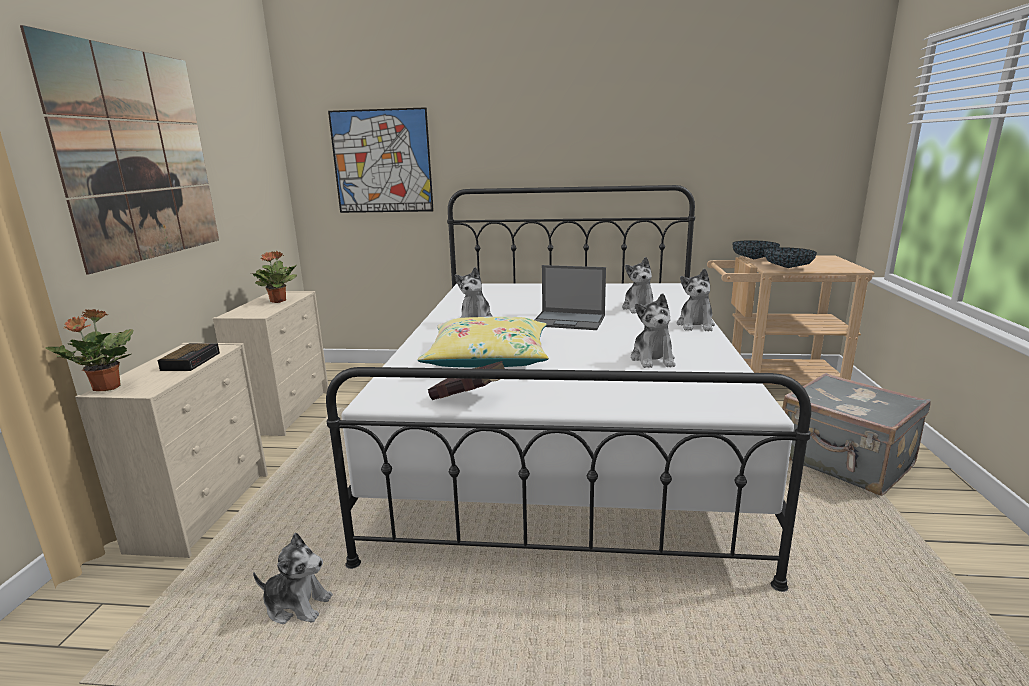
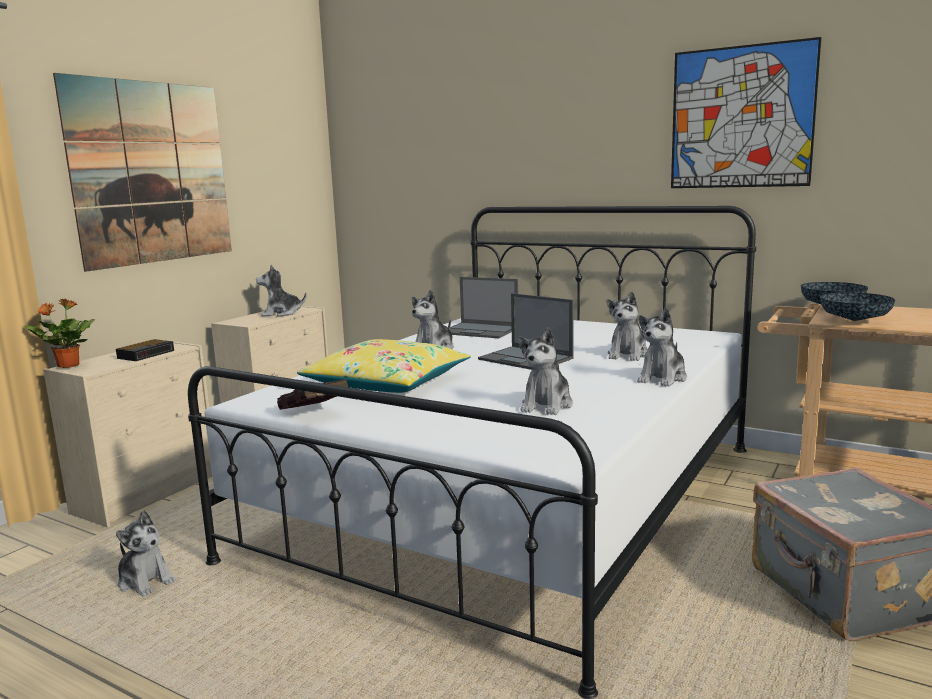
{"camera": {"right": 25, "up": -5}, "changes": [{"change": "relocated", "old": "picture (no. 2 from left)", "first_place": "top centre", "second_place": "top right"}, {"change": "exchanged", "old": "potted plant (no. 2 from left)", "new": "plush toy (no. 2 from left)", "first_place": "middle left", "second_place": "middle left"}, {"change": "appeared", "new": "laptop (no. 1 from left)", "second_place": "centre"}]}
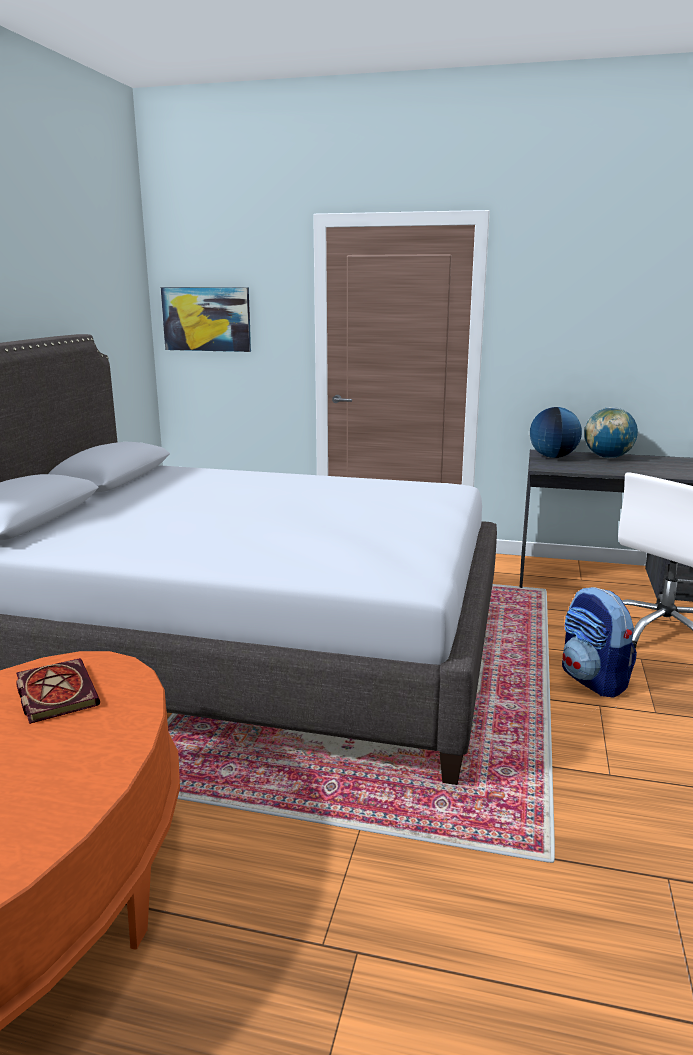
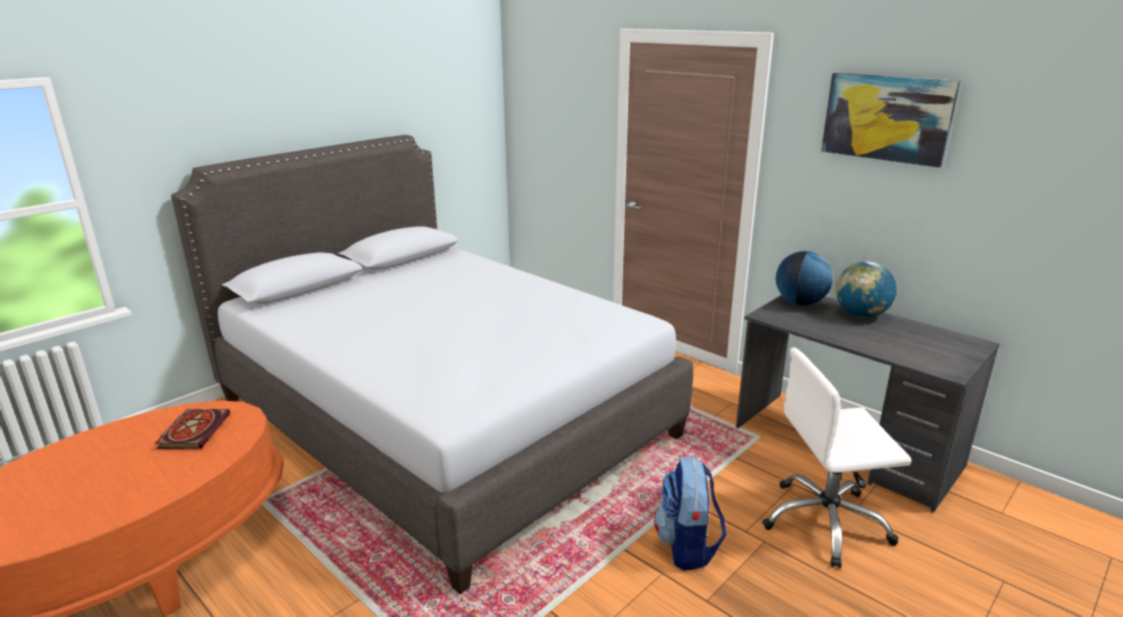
{"camera": {"right": 30, "up": 5}, "changes": [{"change": "relocated", "old": "picture", "first_place": "top left", "second_place": "top right"}]}
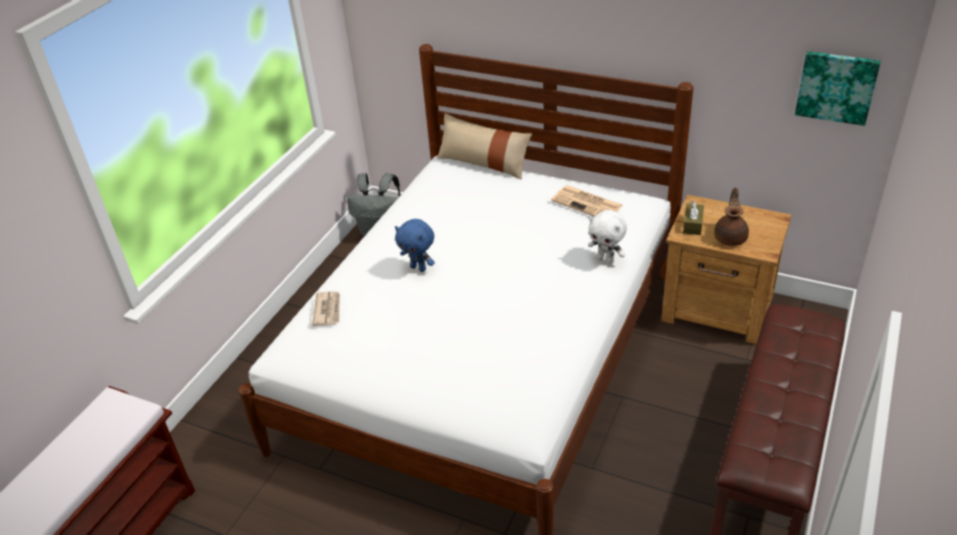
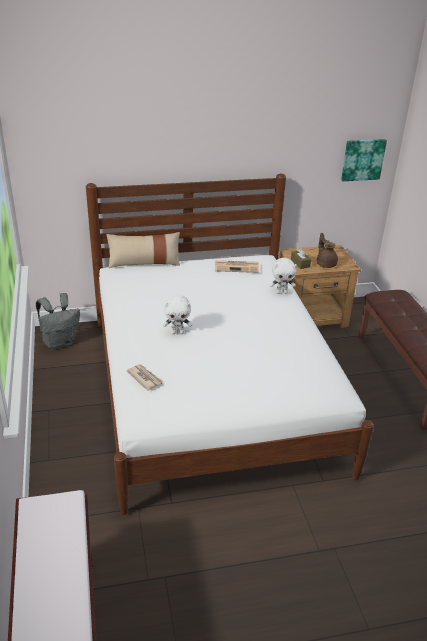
{"camera": {"right": -40, "up": -5}, "changes": [{"change": "colour", "old": "plush toy (blue)", "new": "plush toy (white) (no. 1 from left)", "first_place": "centre", "second_place": "centre"}]}
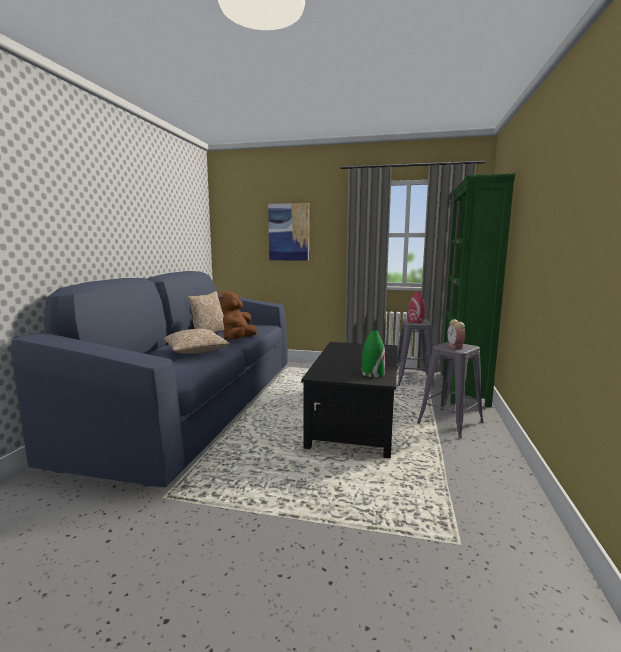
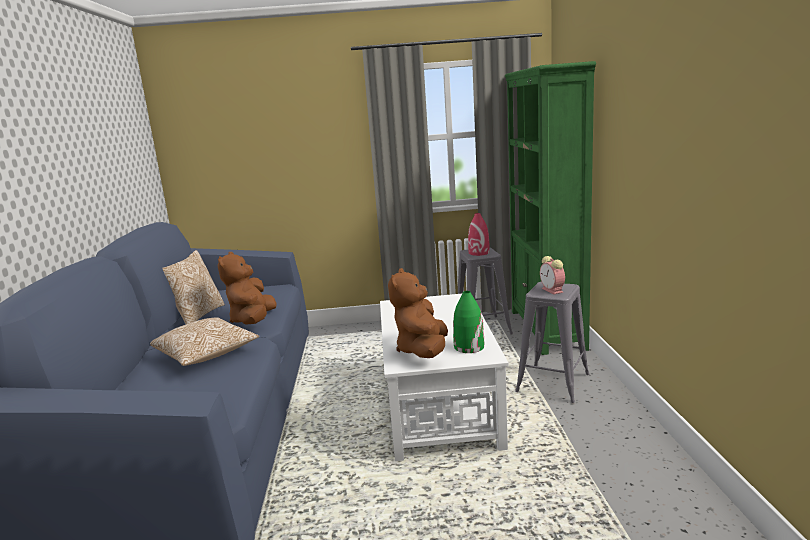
{"camera": {"right": -15, "up": 5}, "changes": [{"change": "missing", "old": "picture", "first_place": "centre"}, {"change": "colour", "old": "coffee table (black)", "new": "coffee table (white)", "first_place": "centre", "second_place": "bottom centre"}, {"change": "appeared", "new": "plush toy (brown) (no. 2 from left)", "second_place": "centre"}]}
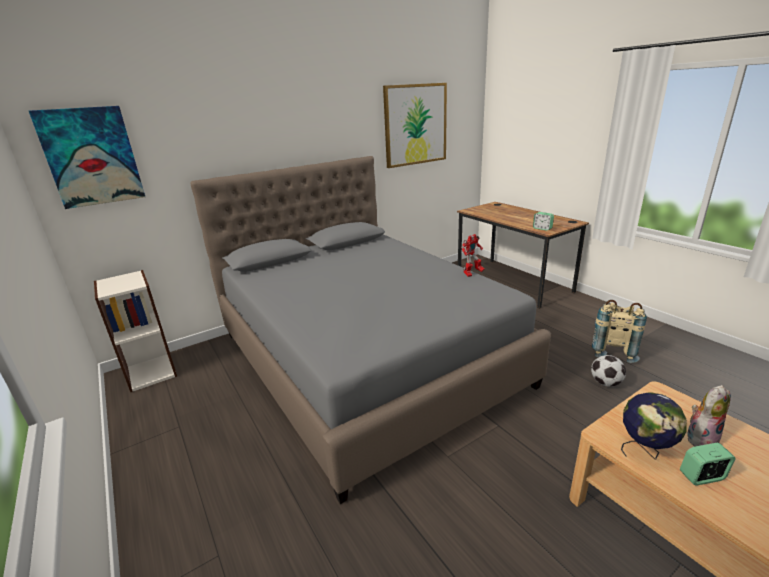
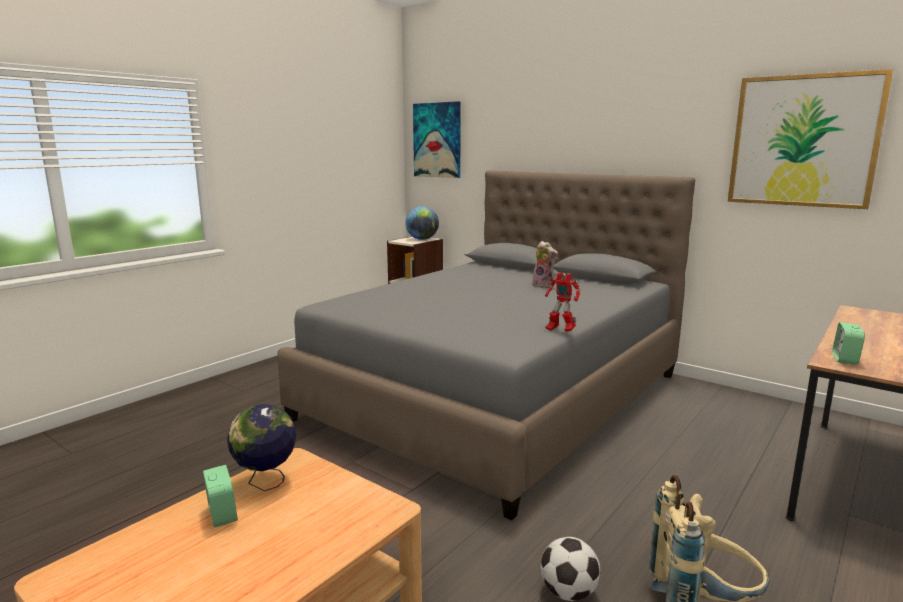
{"camera": {"right": 70, "up": -10}, "changes": [{"change": "relocated", "old": "plush toy", "first_place": "bottom right", "second_place": "centre"}, {"change": "appeared", "new": "globe (no. 2 from left)", "second_place": "centre"}]}
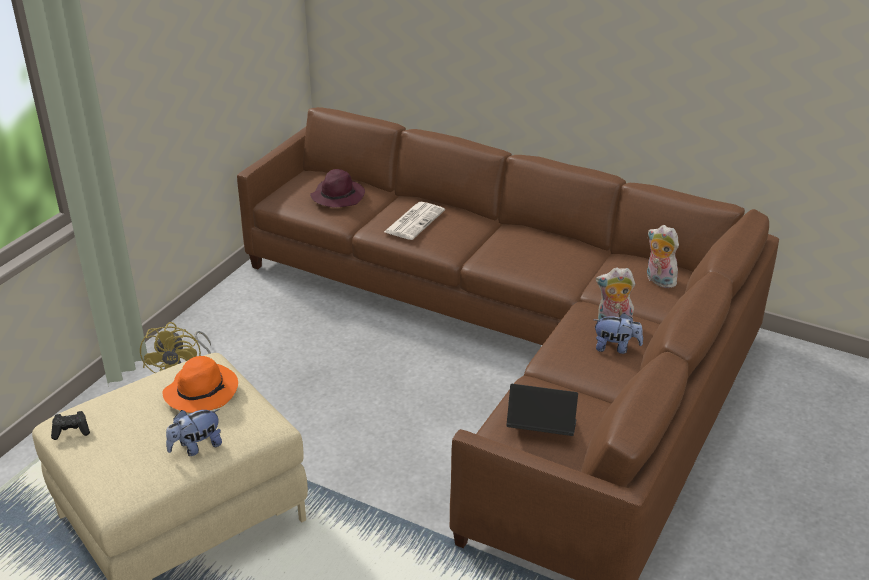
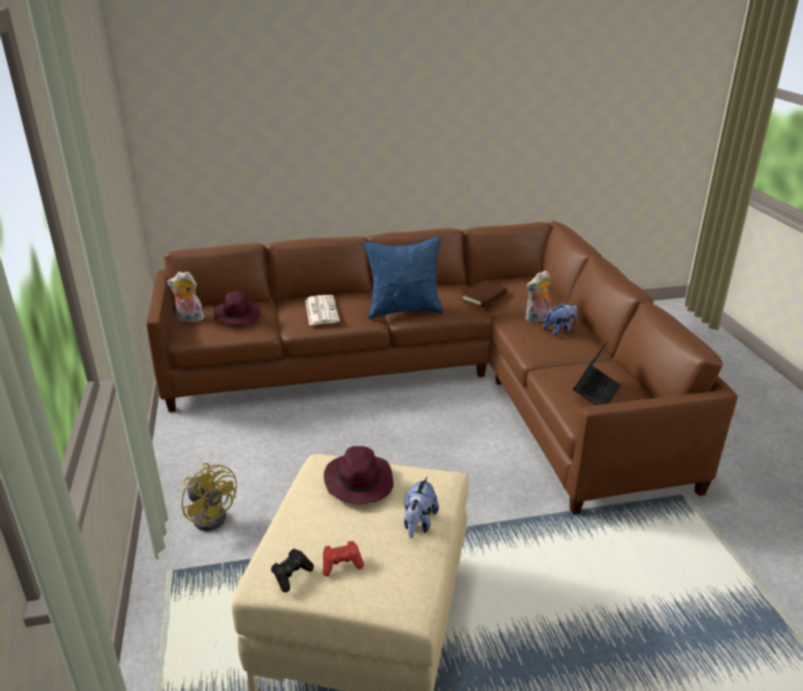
{"camera": {"right": -40, "up": -5}, "changes": [{"change": "relocated", "old": "plush toy (no. 4 from left in the first image)", "new": "plush toy (no. 1 from left)", "first_place": "middle right", "second_place": "middle left"}, {"change": "colour", "old": "hat (orange)", "new": "hat (purple) (no. 2 from left)", "first_place": "middle left", "second_place": "bottom centre"}, {"change": "spun", "old": "laptop", "first_place": "bottom centre", "second_place": "middle right", "degrees": 150}, {"change": "appeared", "new": "pillow (blue)", "second_place": "centre"}, {"change": "appeared", "new": "book (brown)", "second_place": "centre"}, {"change": "appeared", "new": "game controller (red)", "second_place": "bottom centre"}]}
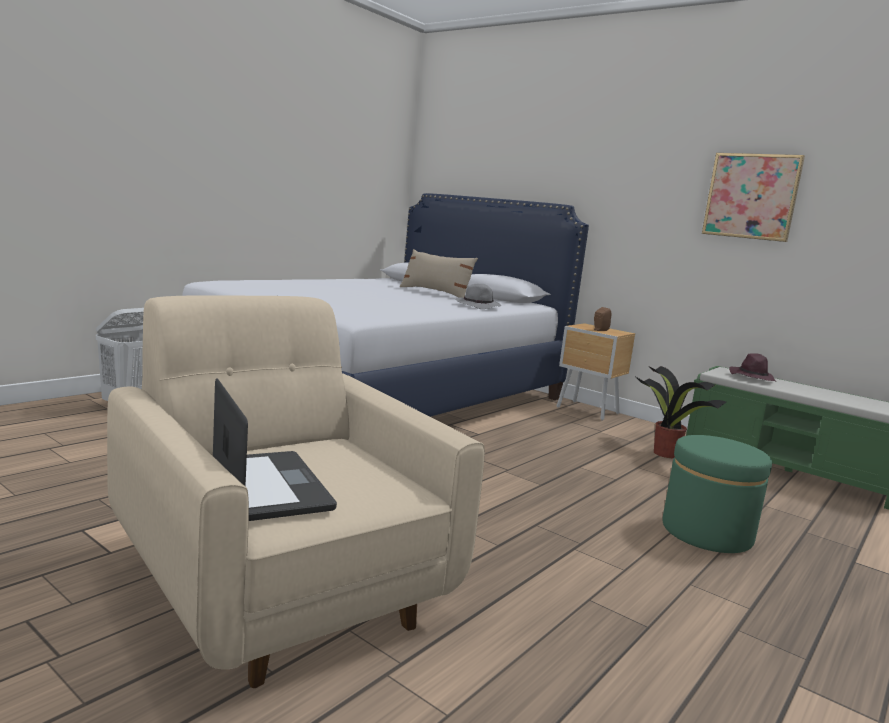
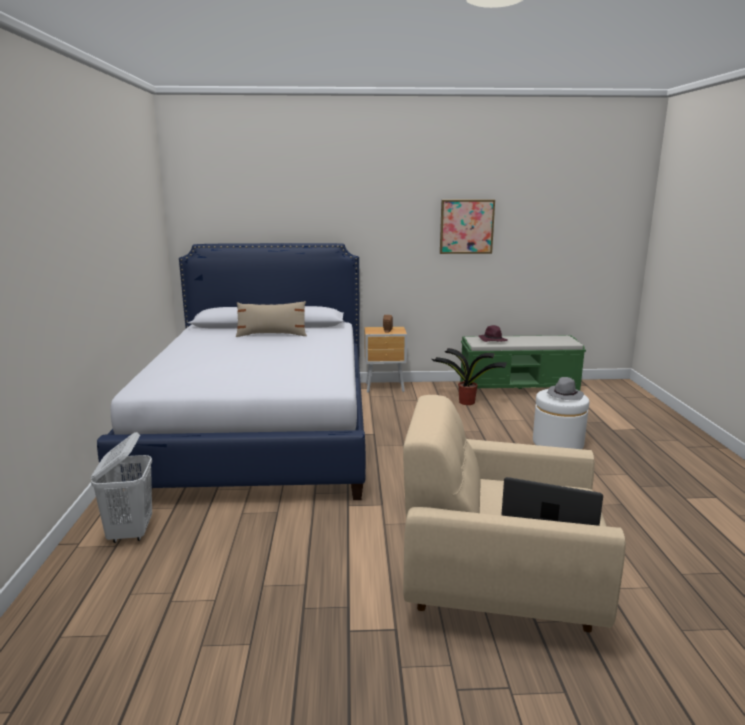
{"camera": {"right": -40, "up": 5}, "changes": [{"change": "relocated", "old": "hat (grey)", "first_place": "centre", "second_place": "middle right"}, {"change": "colour", "old": "ottoman (green)", "new": "ottoman (white)", "first_place": "bottom right", "second_place": "middle right"}]}
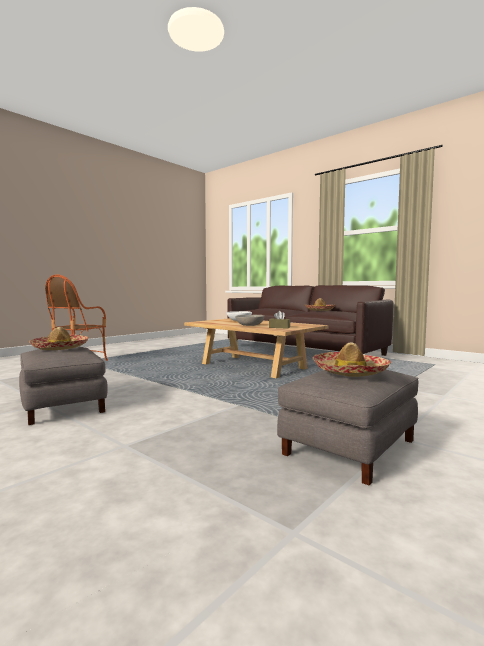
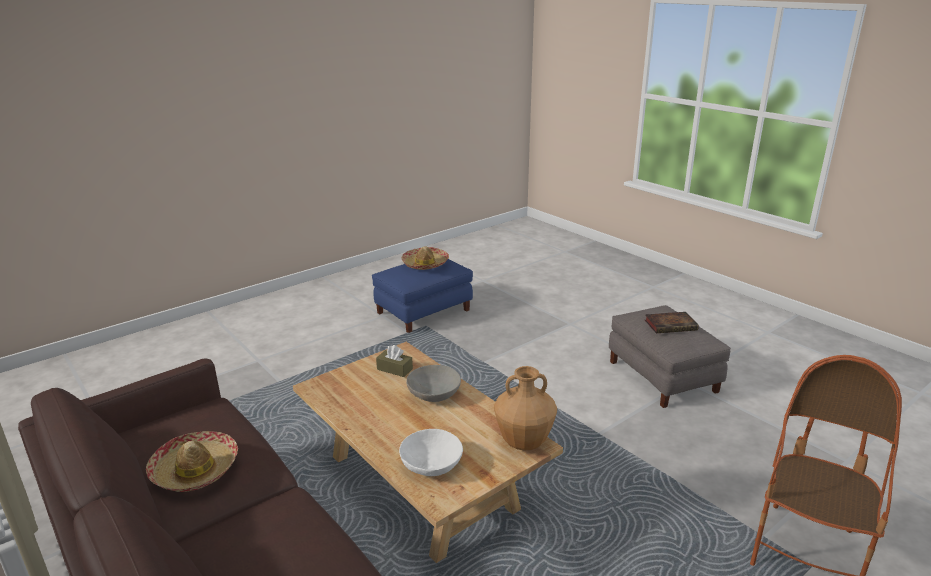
{"camera": {"right": -170, "up": 20}, "changes": [{"change": "exchanged", "old": "hat (no. 1 from left)", "new": "book", "first_place": "middle left", "second_place": "middle right"}, {"change": "colour", "old": "ottoman (grey) (no. 2 from left)", "new": "ottoman (blue)", "first_place": "middle right", "second_place": "centre"}, {"change": "appeared", "new": "vase (brown)", "second_place": "bottom centre"}]}
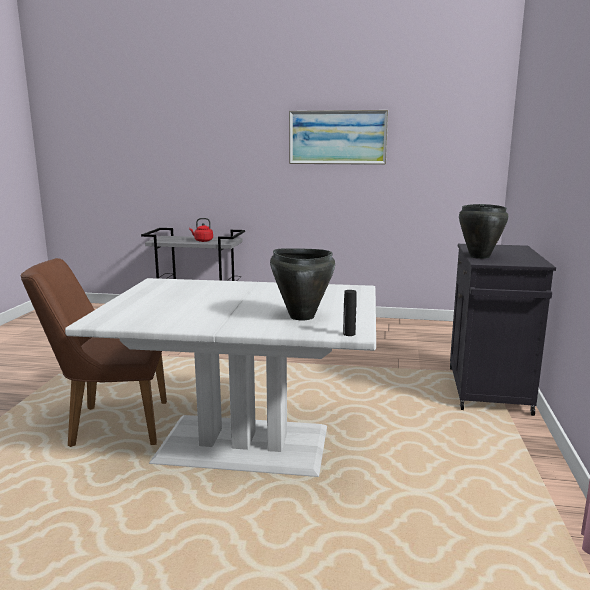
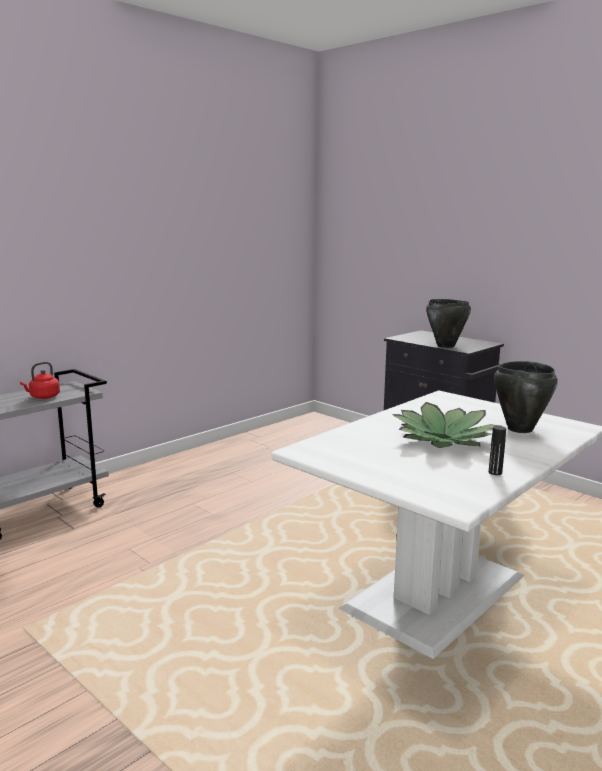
{"camera": {"right": -55, "up": 0}, "changes": [{"change": "missing", "old": "picture", "first_place": "top centre"}, {"change": "missing", "old": "chair (brown)", "first_place": "middle left"}, {"change": "relocated", "old": "bottle (black)", "first_place": "centre", "second_place": "middle right"}, {"change": "appeared", "new": "potted plant", "second_place": "middle right"}]}
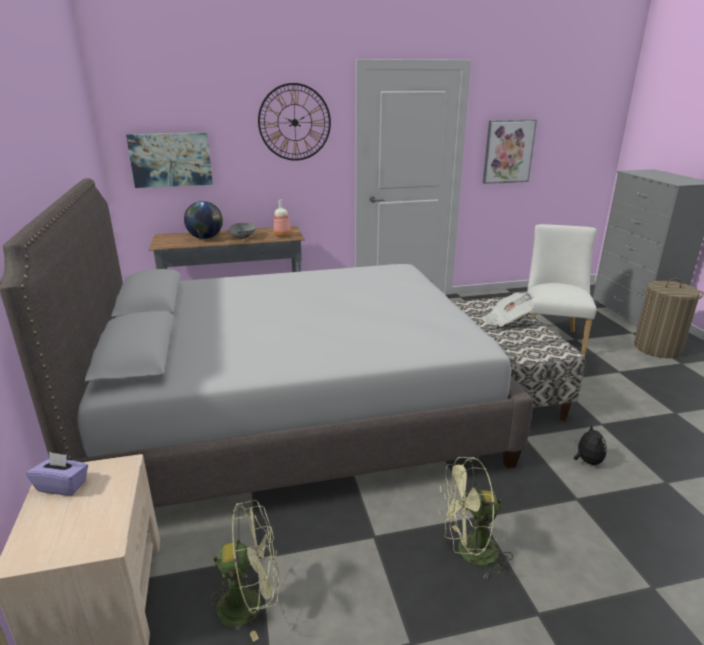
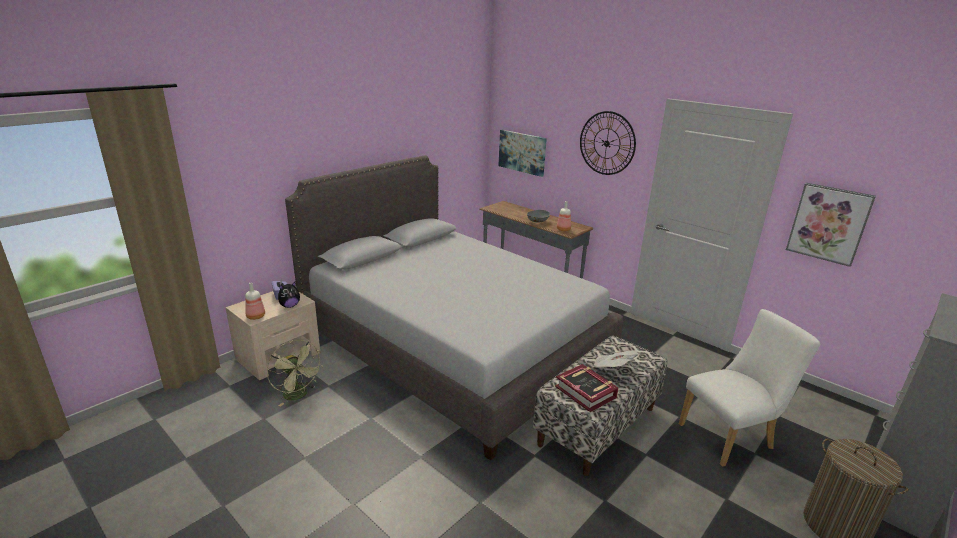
{"camera": {"right": 55, "up": 0}, "changes": [{"change": "missing", "old": "globe", "first_place": "middle left"}, {"change": "relocated", "old": "plush toy", "first_place": "bottom right", "second_place": "middle left"}, {"change": "missing", "old": "fan (green) (no. 2 from left)", "first_place": "bottom right"}, {"change": "appeared", "new": "bottle (no. 1 from left)", "second_place": "middle left"}, {"change": "appeared", "new": "book", "second_place": "bottom centre"}]}
